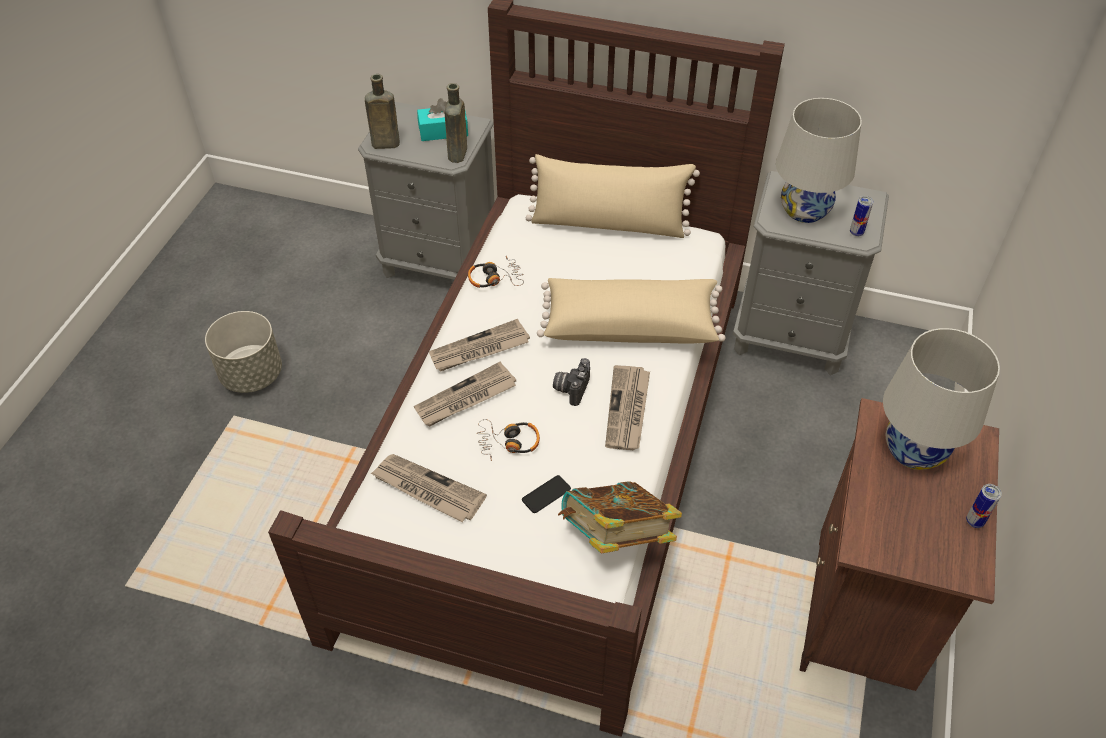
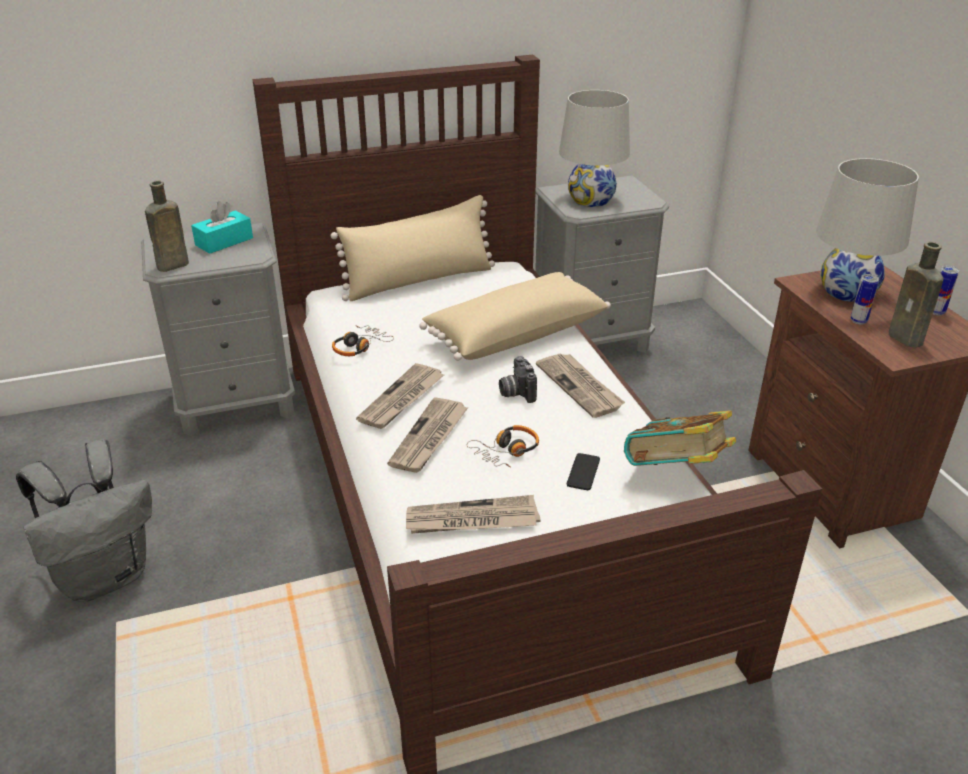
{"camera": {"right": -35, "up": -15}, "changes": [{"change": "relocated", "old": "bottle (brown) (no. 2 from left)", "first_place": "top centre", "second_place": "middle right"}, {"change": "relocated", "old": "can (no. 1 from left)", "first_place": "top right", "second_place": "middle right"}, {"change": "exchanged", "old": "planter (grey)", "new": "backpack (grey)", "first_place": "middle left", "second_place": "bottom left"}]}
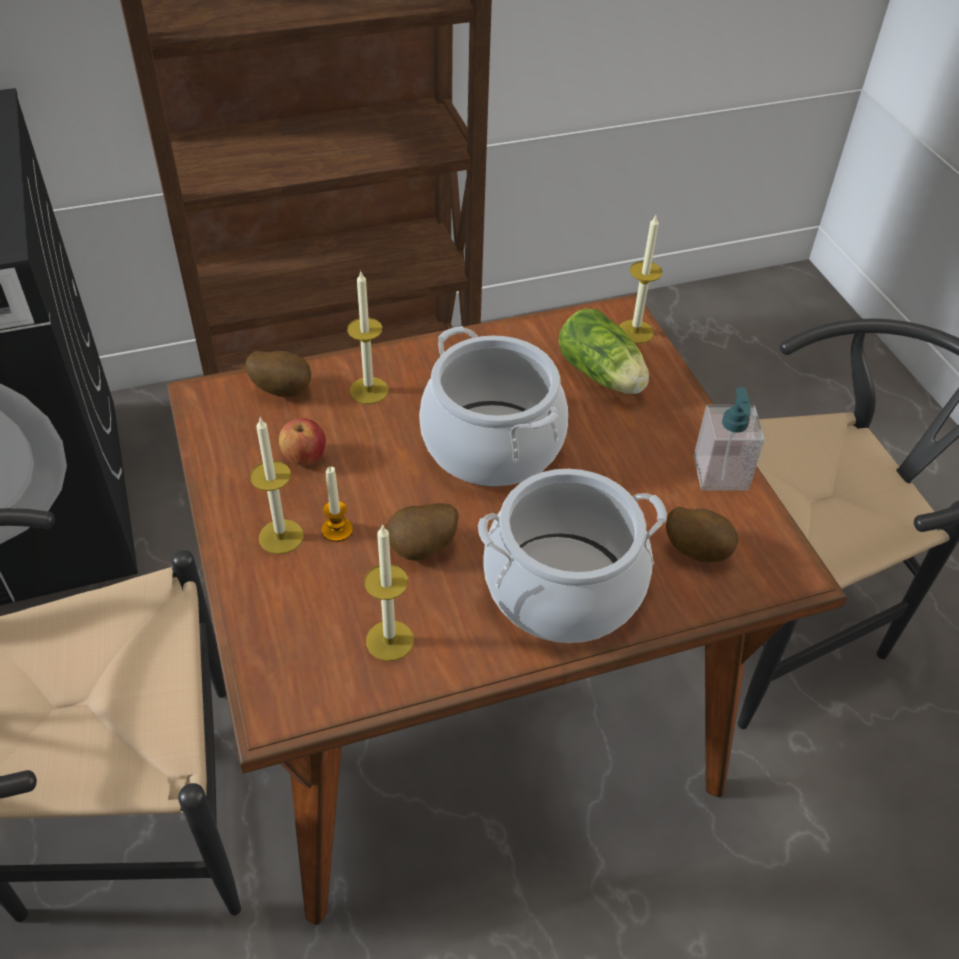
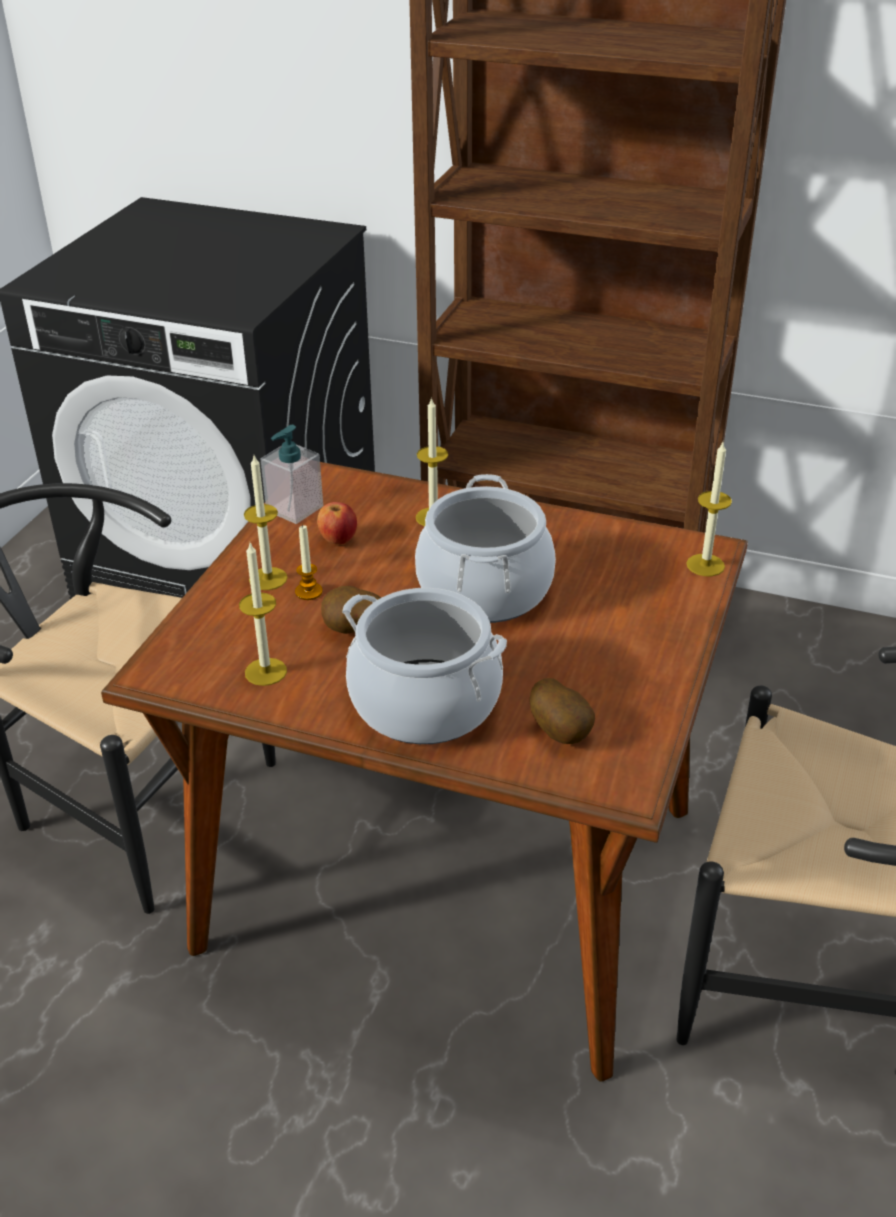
{"camera": {"right": 40, "up": -10}, "changes": [{"change": "missing", "old": "lettuce", "first_place": "centre"}, {"change": "missing", "old": "potato (no. 1 from left)", "first_place": "middle left"}, {"change": "relocated", "old": "soap dispenser", "first_place": "middle right", "second_place": "middle left"}]}
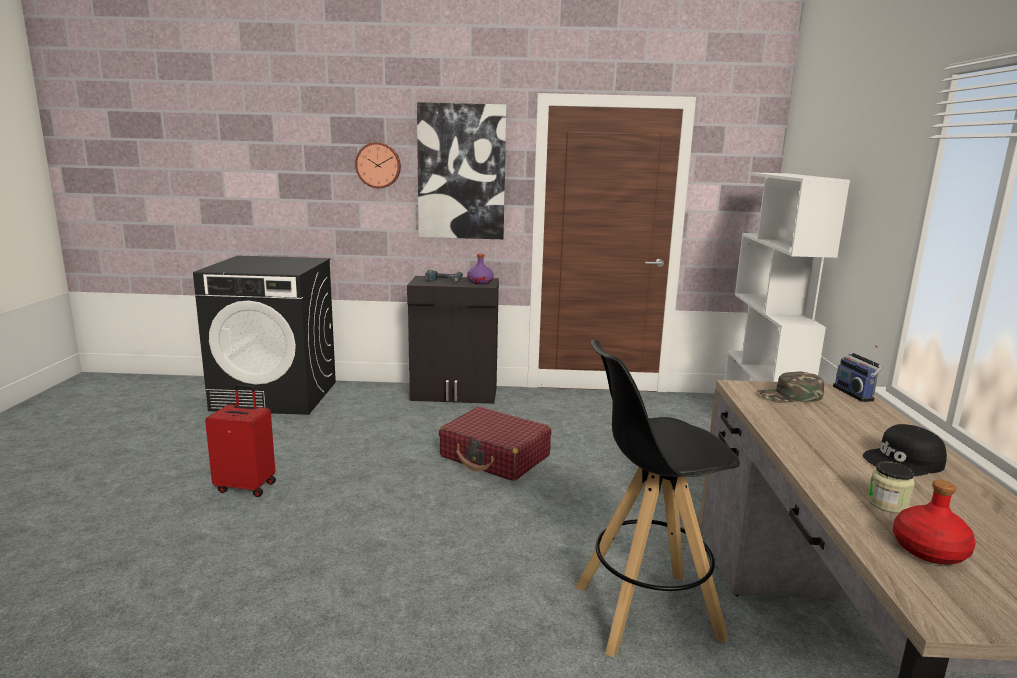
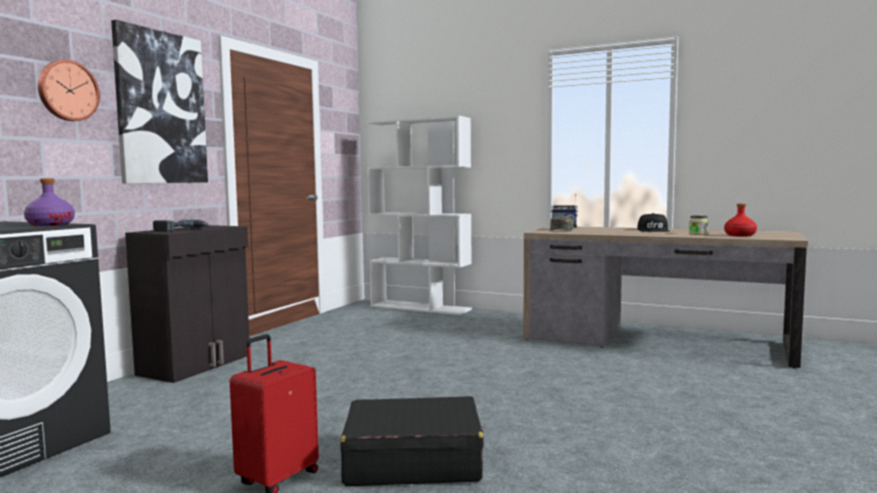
{"camera": {"right": -65, "up": -10}, "changes": [{"change": "relocated", "old": "bottle (purple)", "first_place": "centre", "second_place": "middle left"}, {"change": "missing", "old": "stool (black)", "first_place": "bottom centre"}, {"change": "missing", "old": "suitcase (red) (no. 2 from left)", "first_place": "centre"}, {"change": "appeared", "new": "suitcase (black)", "second_place": "bottom centre"}]}
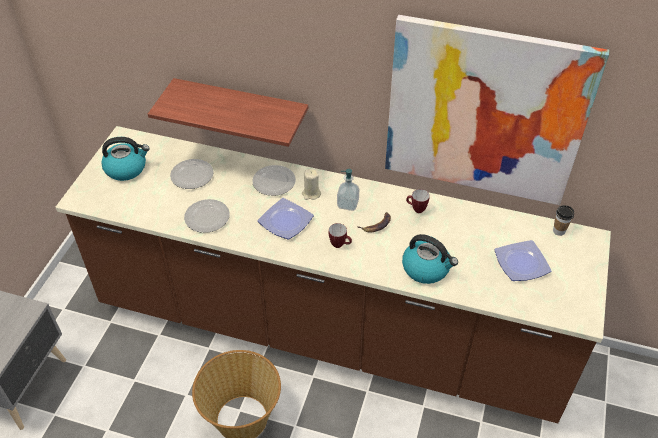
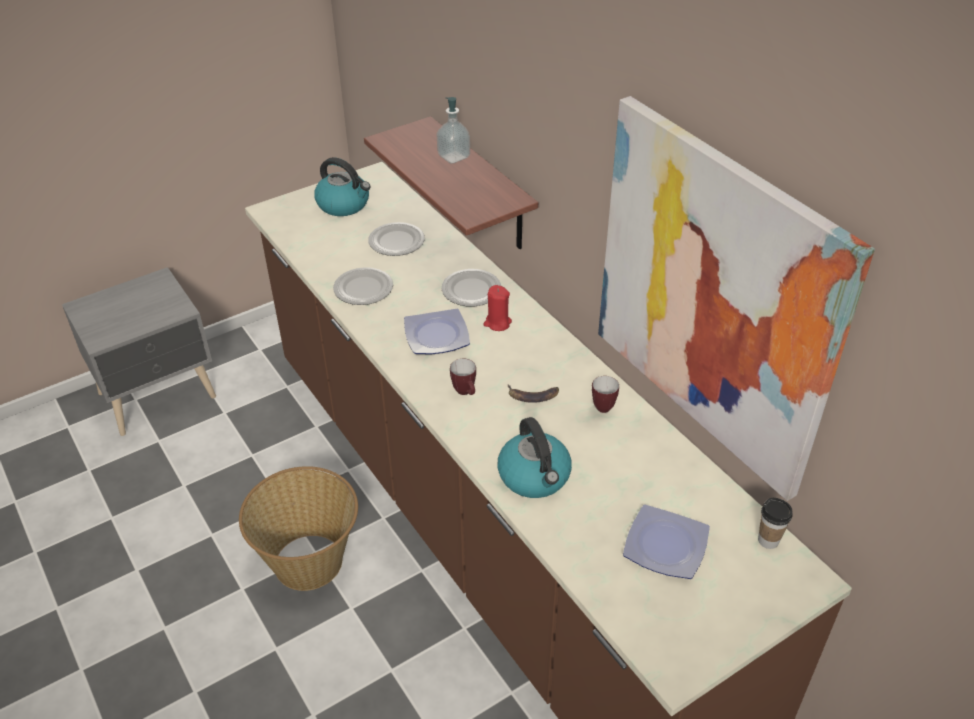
{"camera": {"right": 40, "up": -5}, "changes": [{"change": "colour", "old": "candle (beige)", "new": "candle (red)", "first_place": "centre", "second_place": "centre"}, {"change": "relocated", "old": "soap dispenser", "first_place": "centre", "second_place": "top centre"}]}
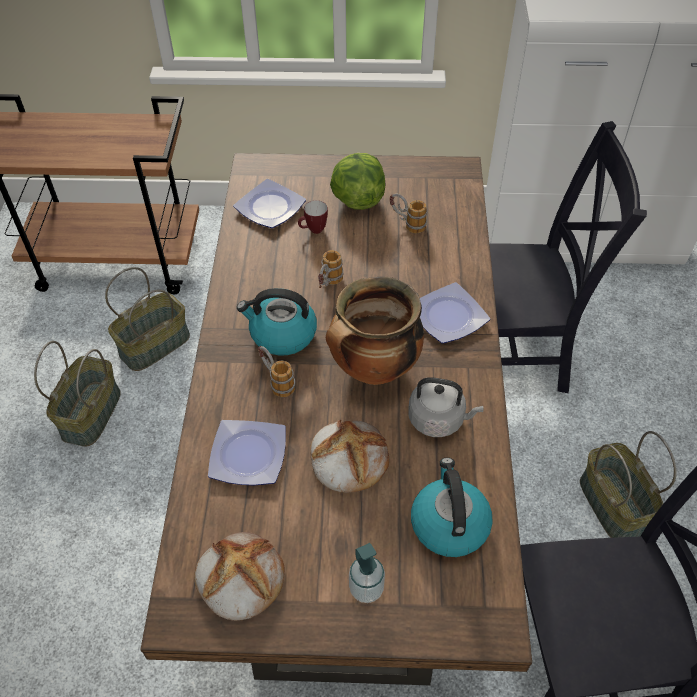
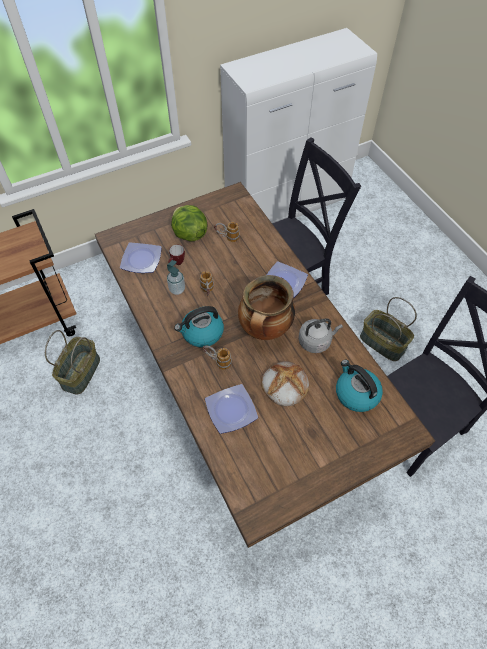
{"camera": {"right": -30, "up": 5}, "changes": [{"change": "missing", "old": "basket (no. 1 from left)", "first_place": "middle left"}, {"change": "missing", "old": "bread (no. 1 from left)", "first_place": "bottom centre"}, {"change": "relocated", "old": "soap dispenser", "first_place": "bottom centre", "second_place": "centre"}]}
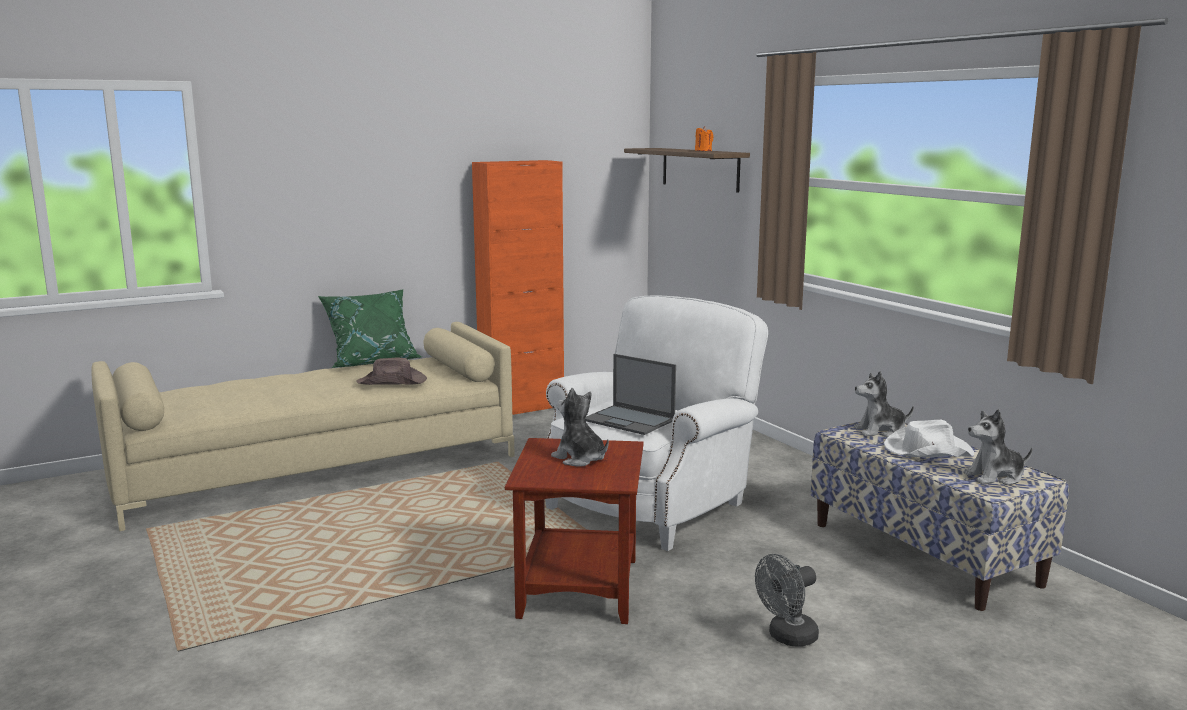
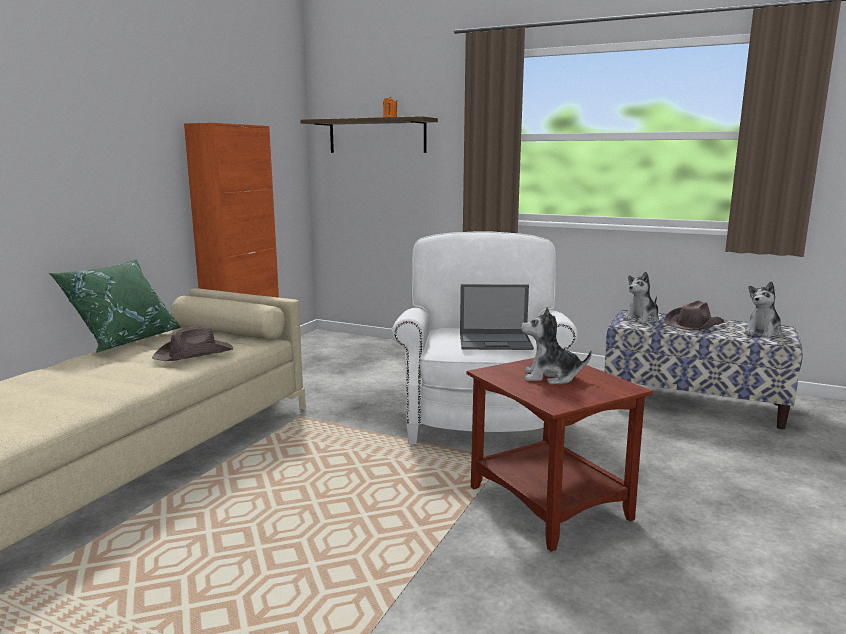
{"camera": {"right": -35, "up": 0}, "changes": [{"change": "colour", "old": "hat (white)", "new": "hat (brown) (no. 2 from left)", "first_place": "middle right", "second_place": "middle right"}, {"change": "missing", "old": "fan (grey)", "first_place": "bottom centre"}]}
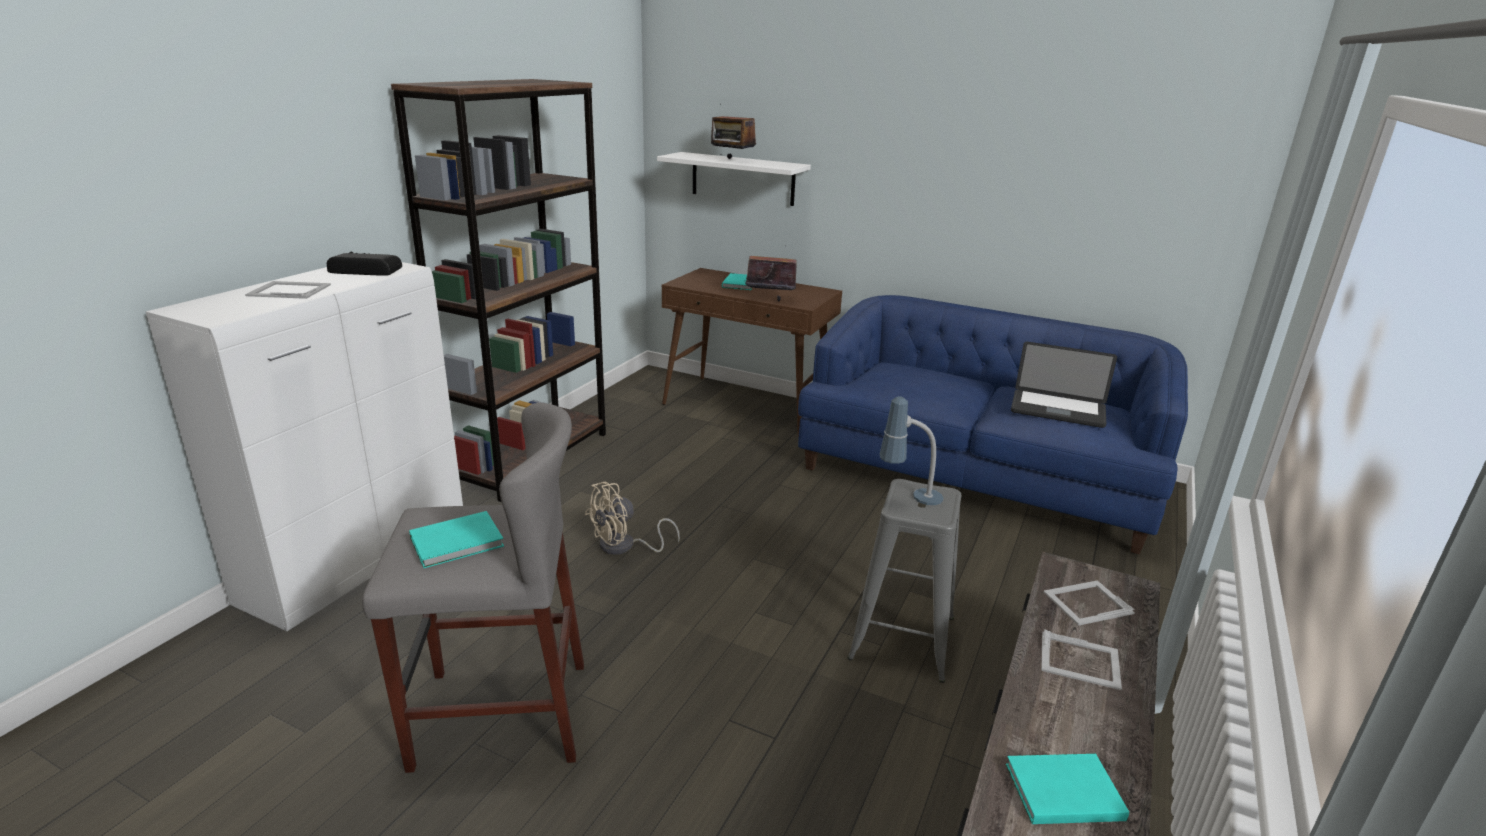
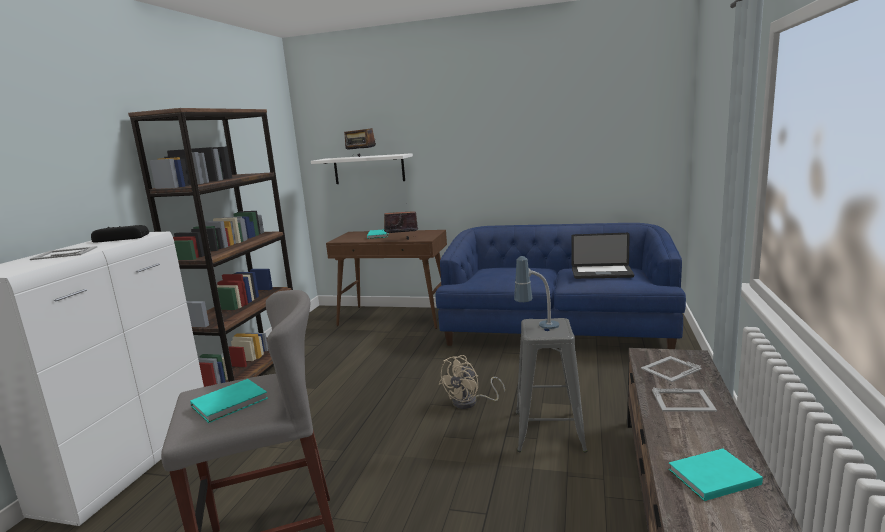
{"camera": {"right": -10, "up": -10}, "changes": [{"change": "relocated", "old": "fan (beige)", "first_place": "centre", "second_place": "bottom centre"}]}
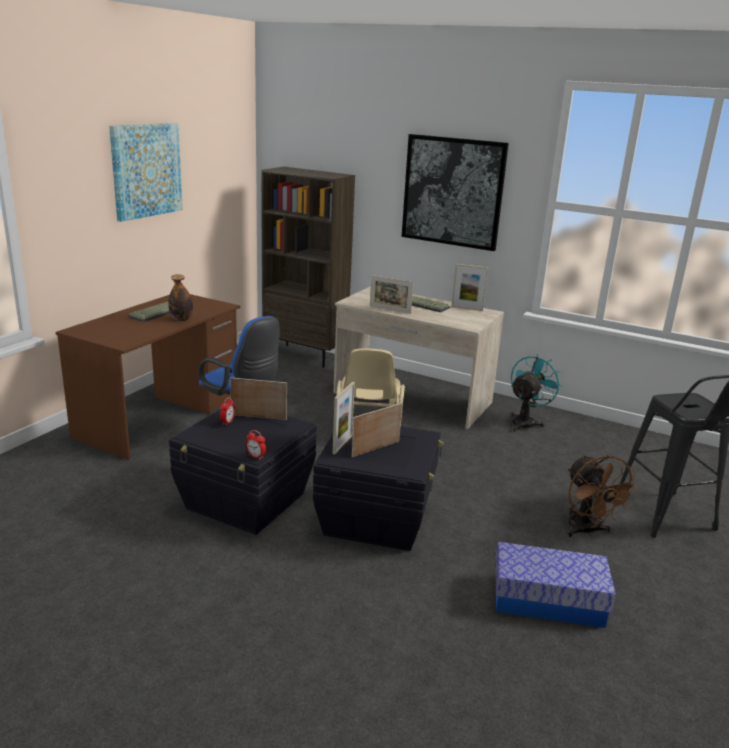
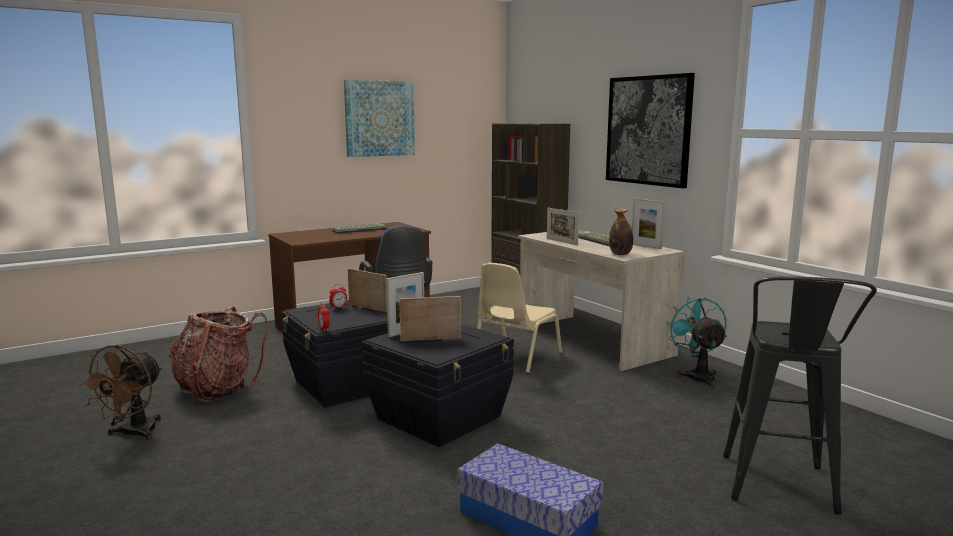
{"camera": {"right": 30, "up": -10}, "changes": [{"change": "relocated", "old": "bottle", "first_place": "middle left", "second_place": "centre"}, {"change": "spun", "old": "fan (turquoise)", "first_place": "middle right", "second_place": "middle right", "degrees": -75}, {"change": "relocated", "old": "fan (brown)", "first_place": "middle right", "second_place": "bottom left"}, {"change": "appeared", "new": "backpack", "second_place": "middle left"}]}
